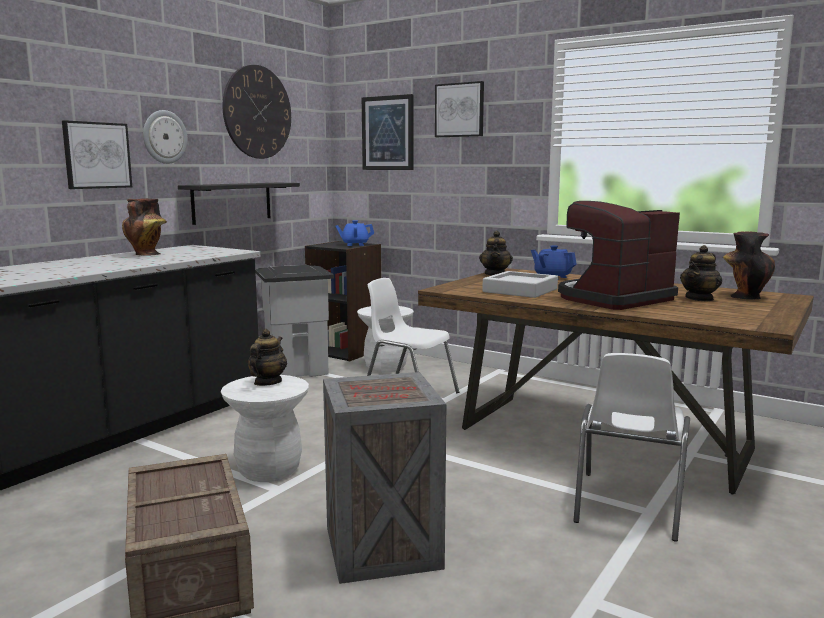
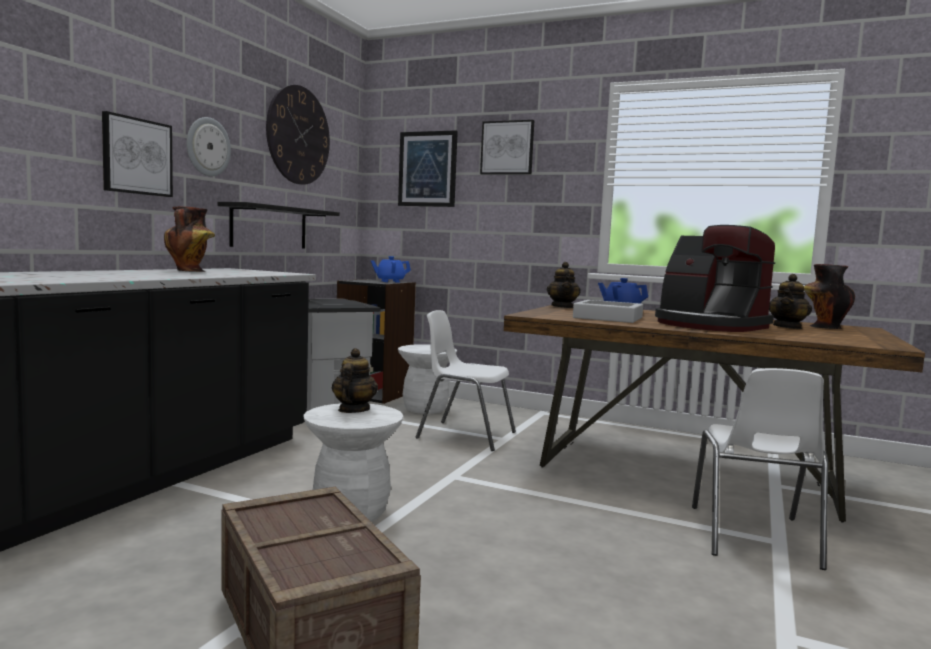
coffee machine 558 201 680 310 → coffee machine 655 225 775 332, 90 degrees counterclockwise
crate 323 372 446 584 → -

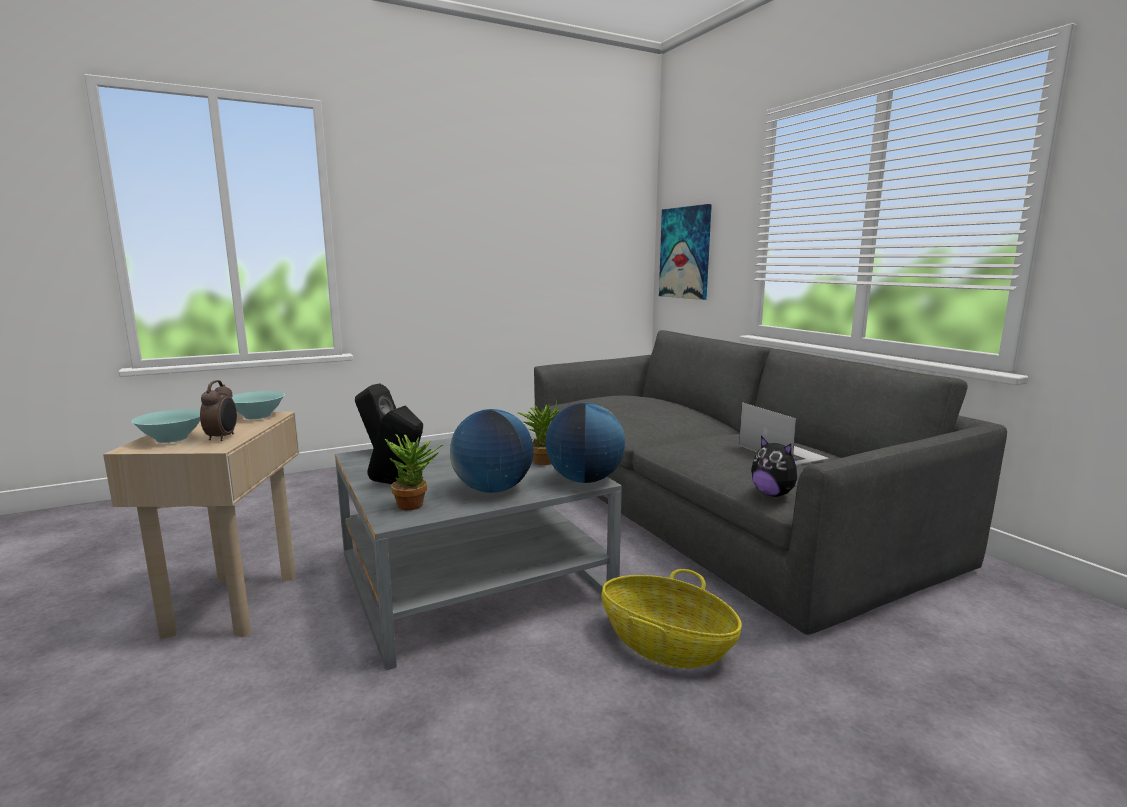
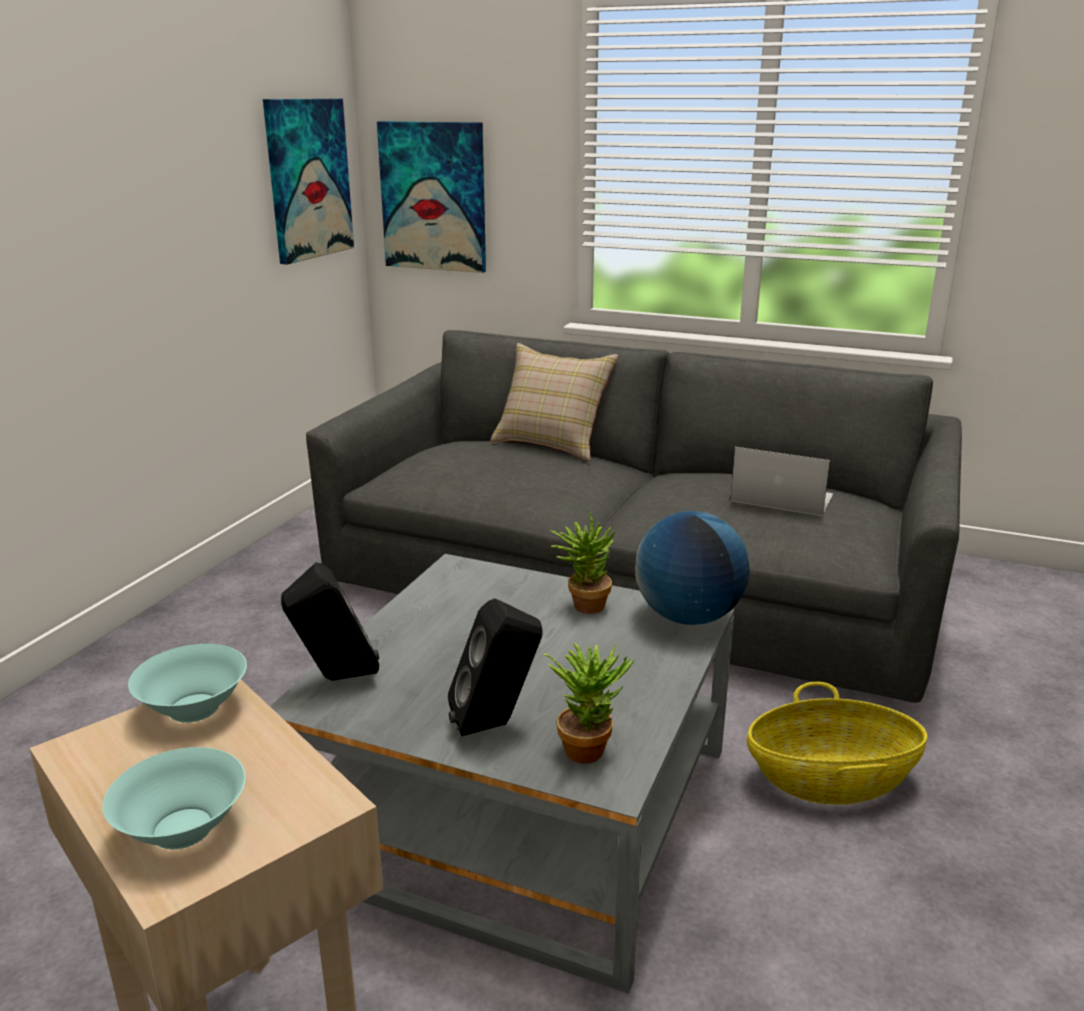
- → picture 263 99 354 265
- → pillow (beige) 490 343 618 461
alarm clock 200 380 237 441 → -
globe 450 409 534 493 → -
plush toy 751 436 799 497 → -

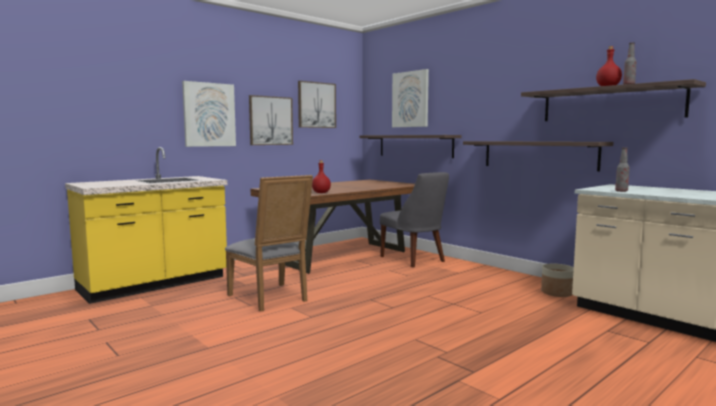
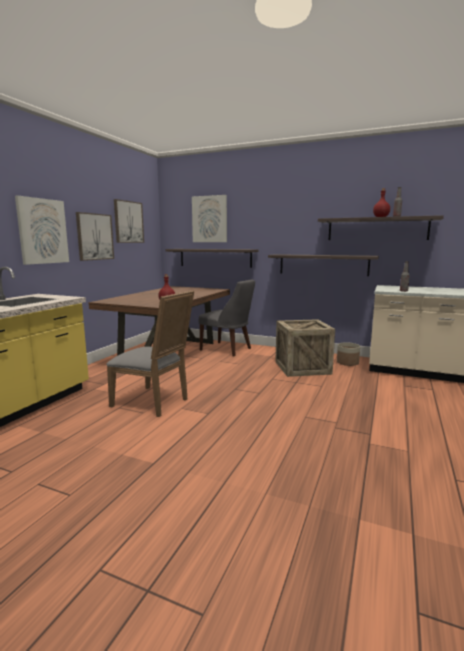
- → crate 275 319 335 377

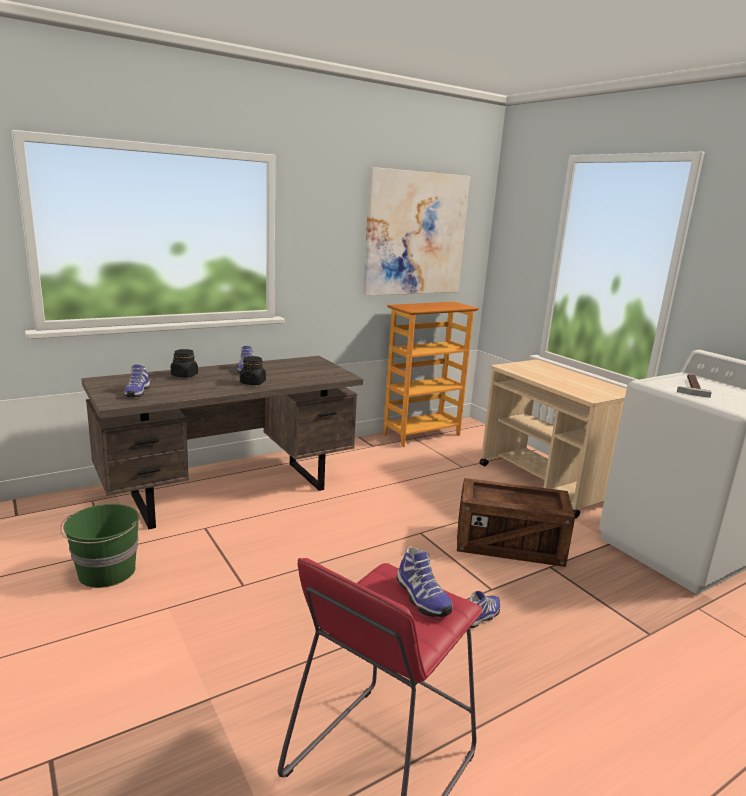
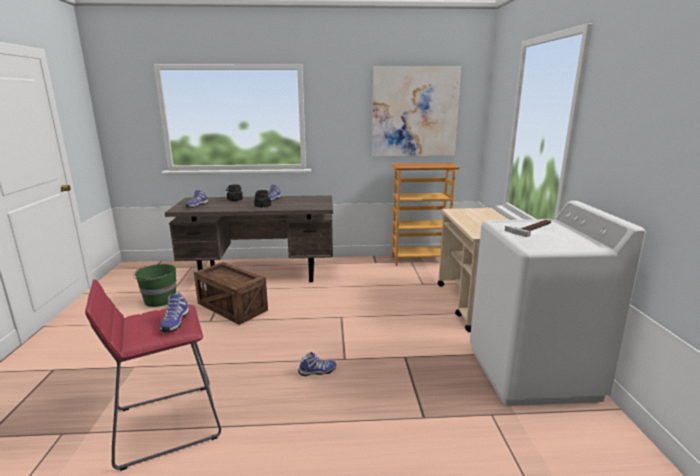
crate 457 478 575 567 → crate 194 262 268 325, moved

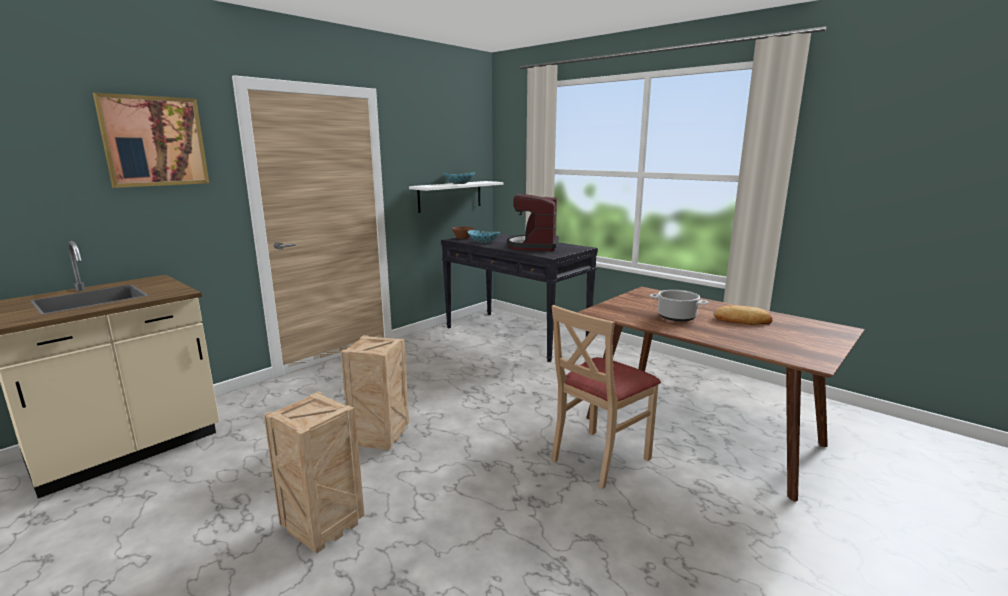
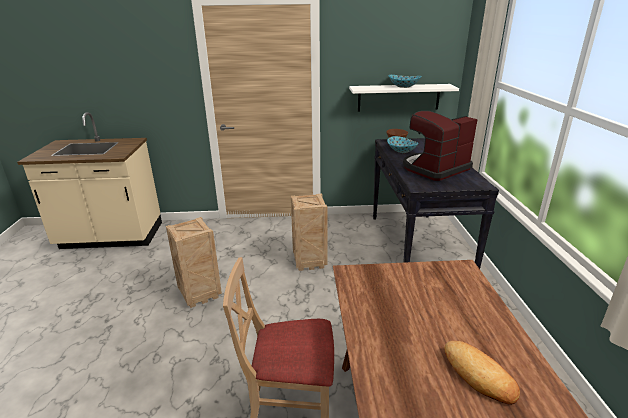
crate 264 391 364 553 → crate 291 193 328 271, moved
picture 93 93 209 188 → -
cooking pot 650 290 709 321 → -

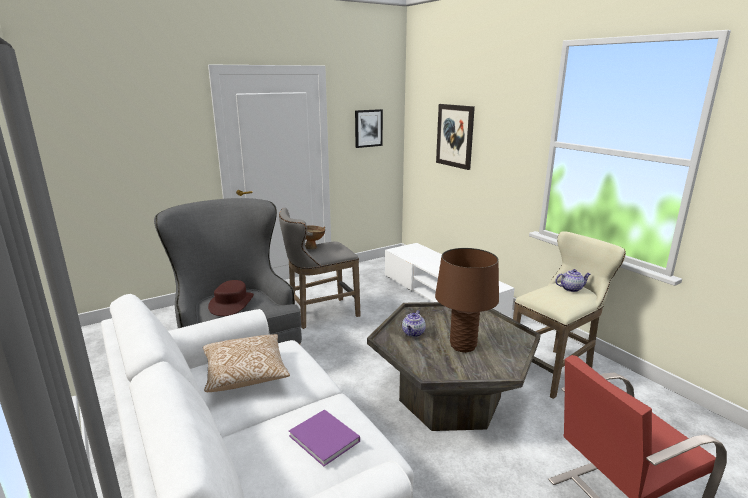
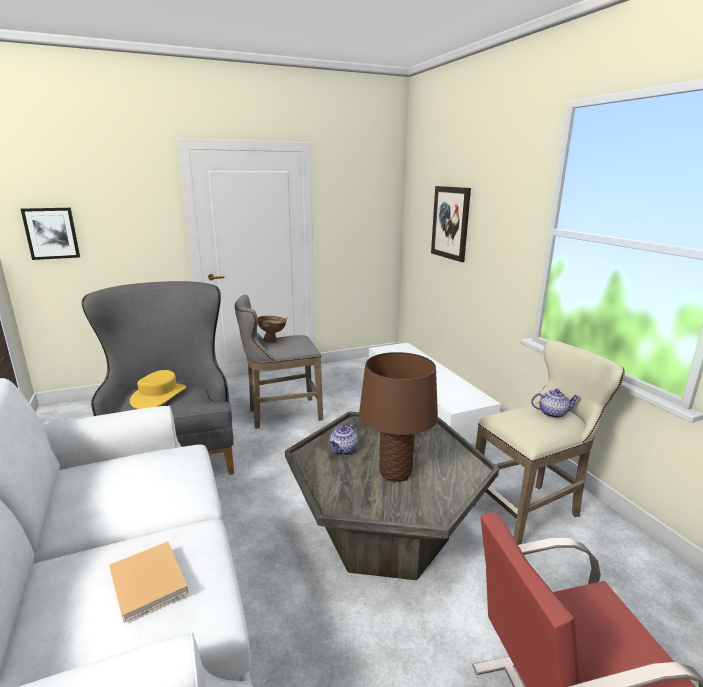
picture 355 109 383 148 → picture 21 208 80 260, moved
book (purple) 289 409 360 466 → book (beige) 109 541 188 622
hat (brown) 208 280 254 316 → hat (yellow) 130 370 187 409
pillow 203 334 290 392 → -

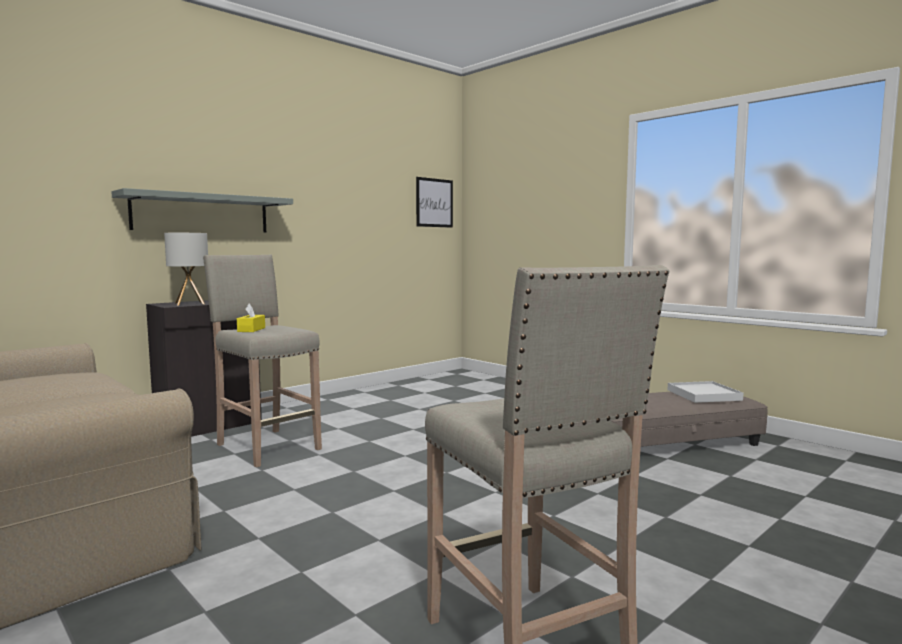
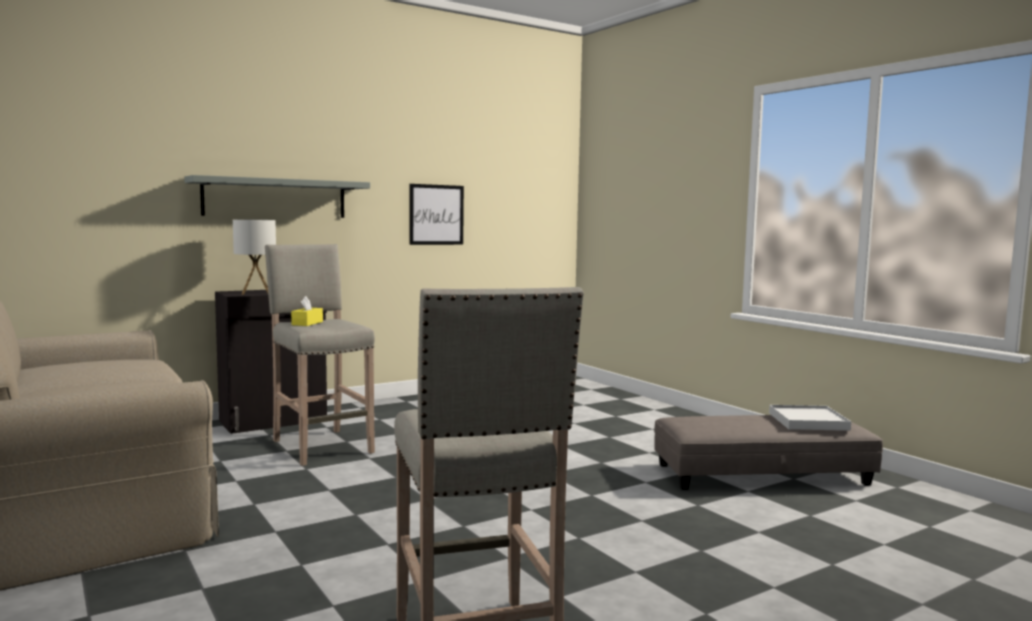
picture 416 177 453 228 → picture 409 184 464 245, moved

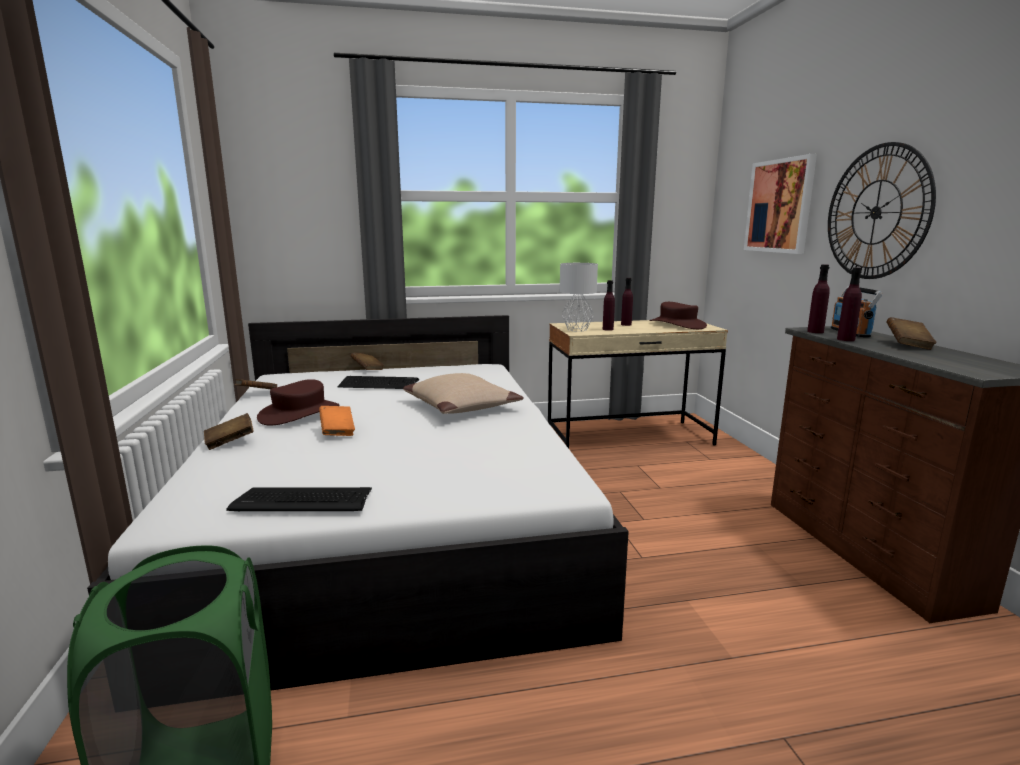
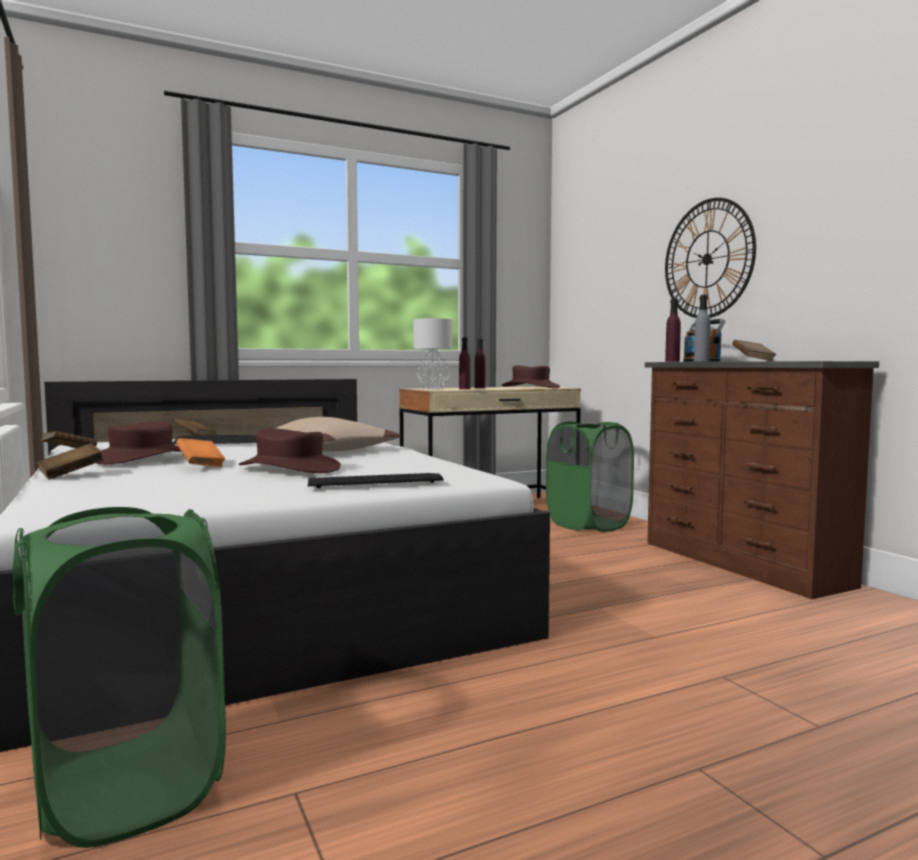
- → hat (brown) 239 428 341 473
keyboard 226 487 372 511 → keyboard 308 473 443 488, moved
- → laundry basket (green) 546 421 634 532
bottle (purple) 837 267 862 341 → bottle (grey) 694 295 711 362
picture 744 154 817 254 → -

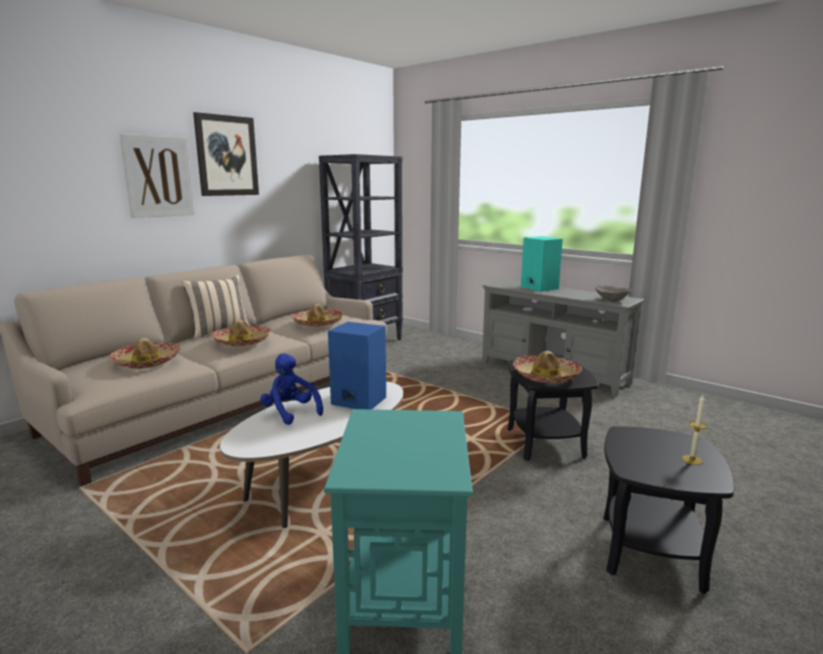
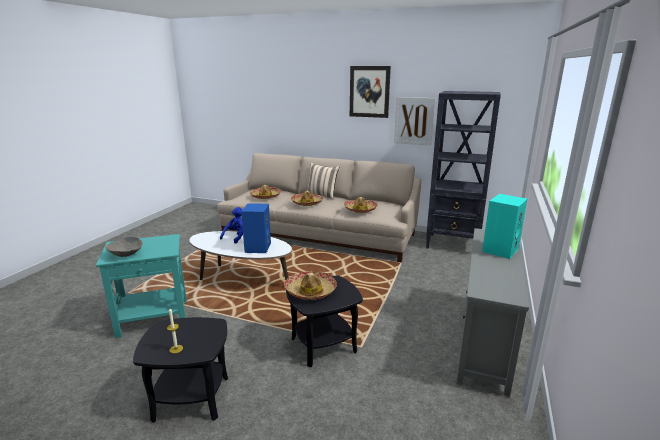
bowl (grey) 595 285 632 302 → bowl (grey) 105 237 143 257, moved
picture 119 134 194 218 → picture 394 97 435 145, moved

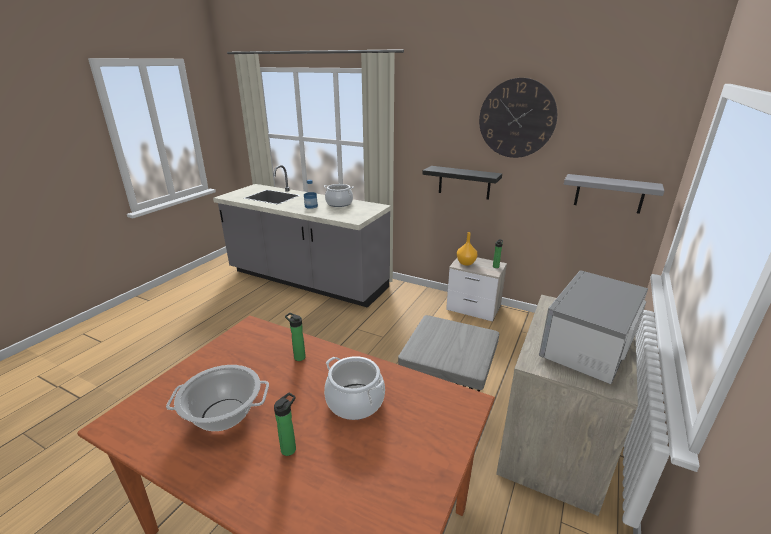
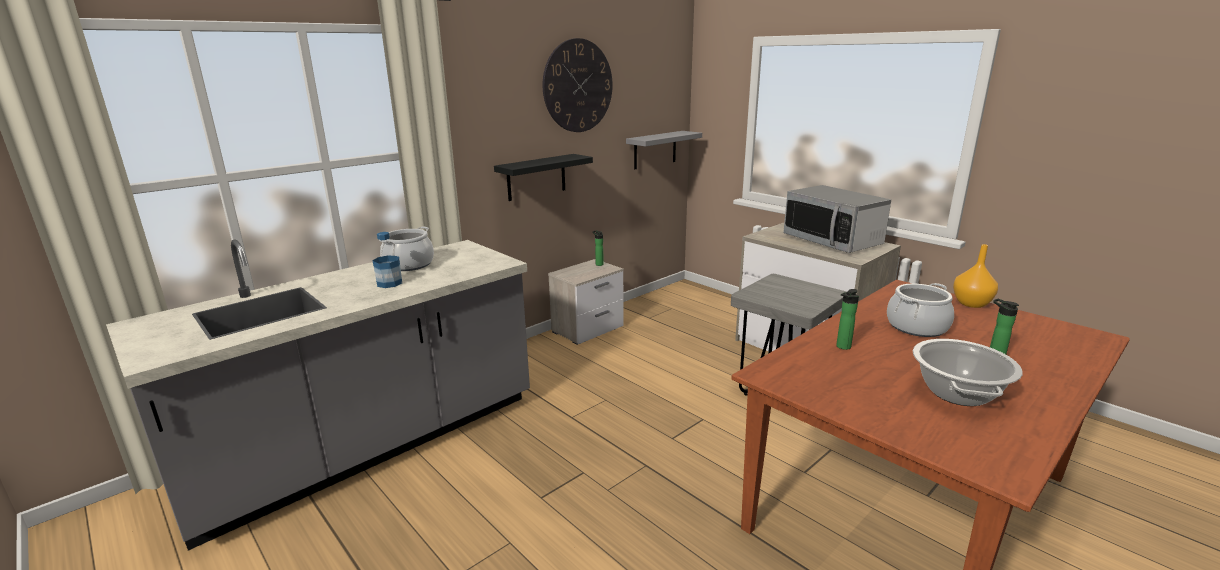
vase (orange) 457 232 477 266 → vase (orange) 953 244 998 308, moved

